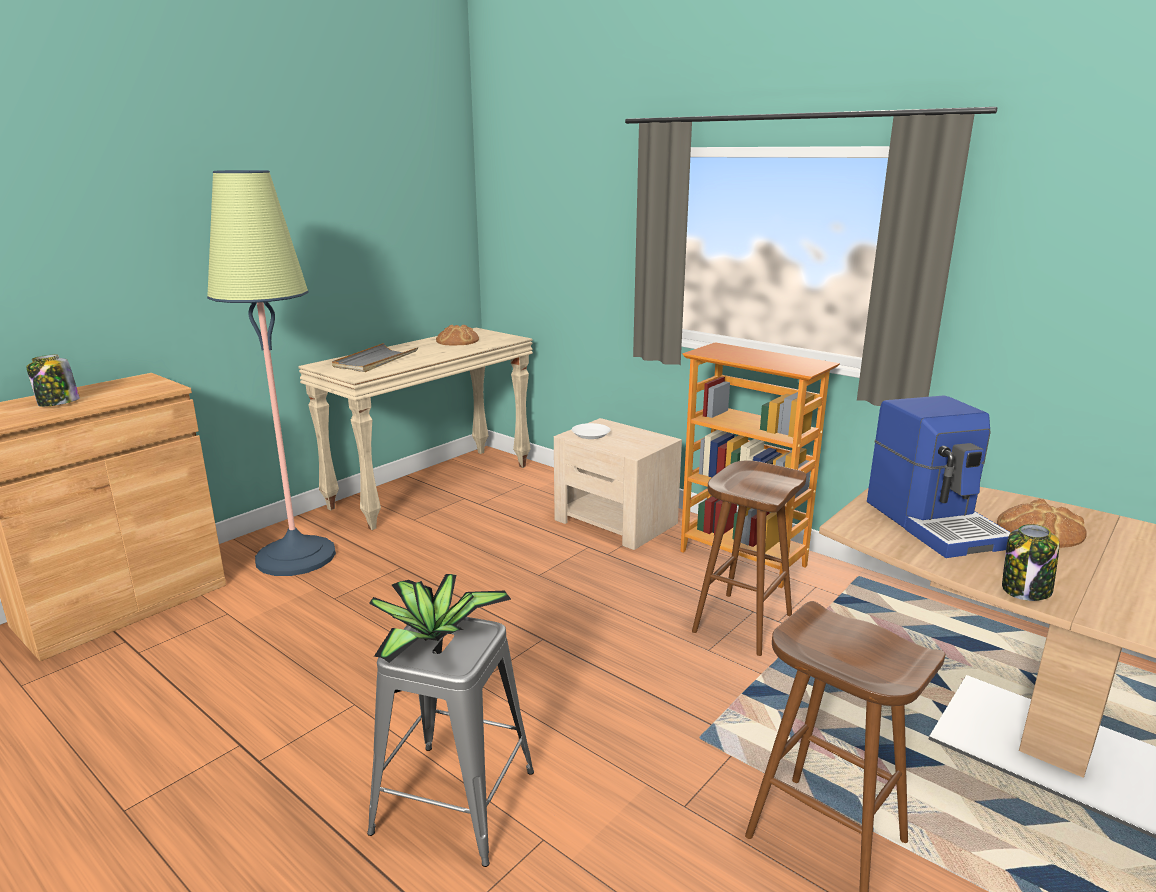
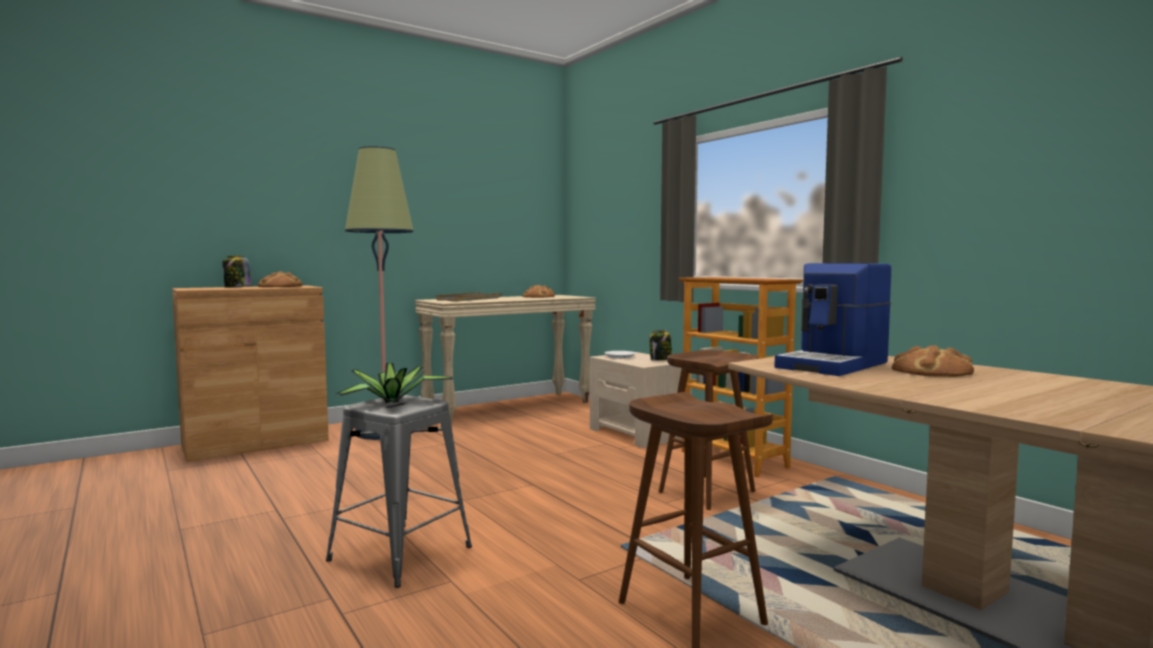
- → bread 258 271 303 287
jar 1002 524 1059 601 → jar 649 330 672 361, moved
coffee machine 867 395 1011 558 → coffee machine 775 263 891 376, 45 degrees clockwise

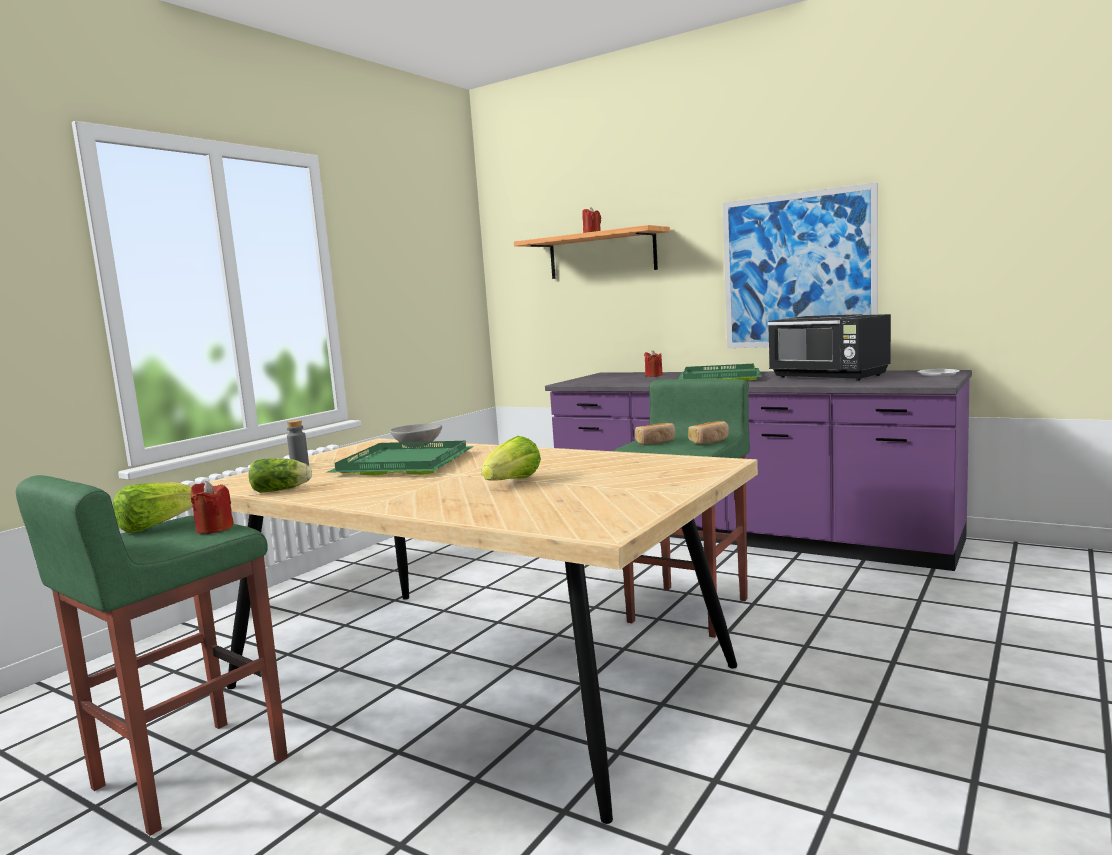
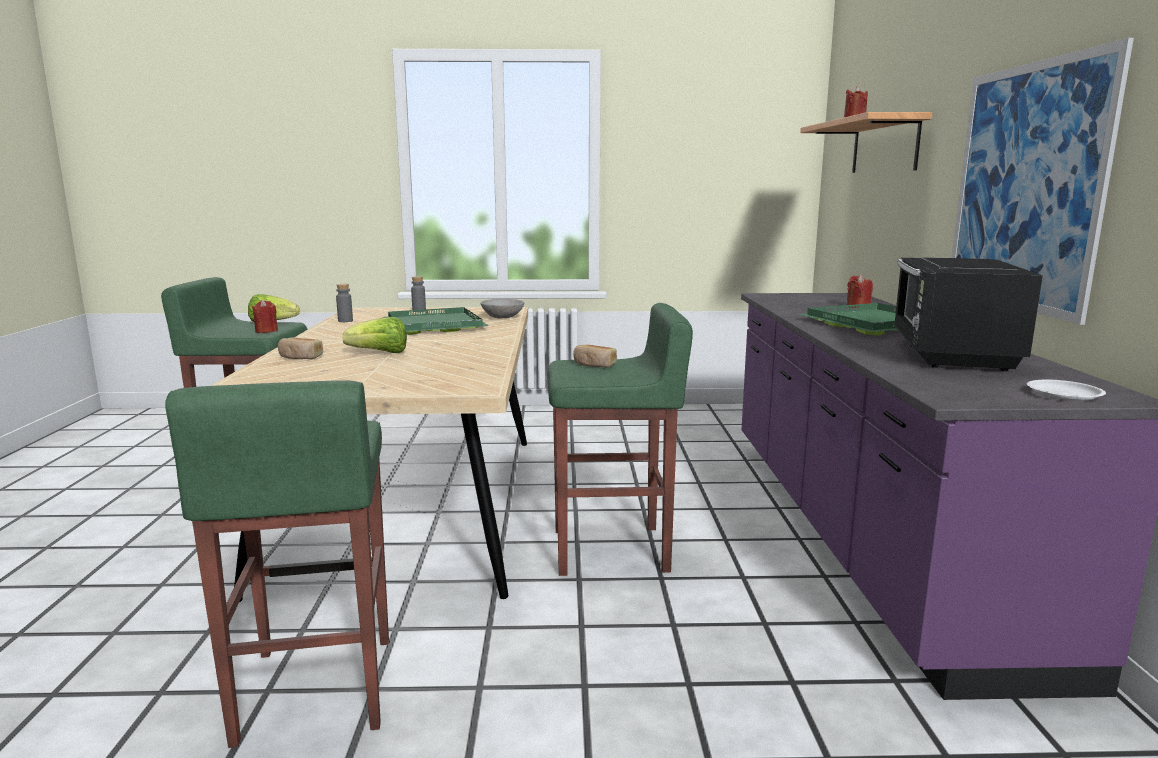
- → stool (green) 165 380 389 748
bread 688 421 729 444 → bread 278 338 323 359, moved
lettuce 249 458 312 493 → bottle (grey) 336 284 353 322

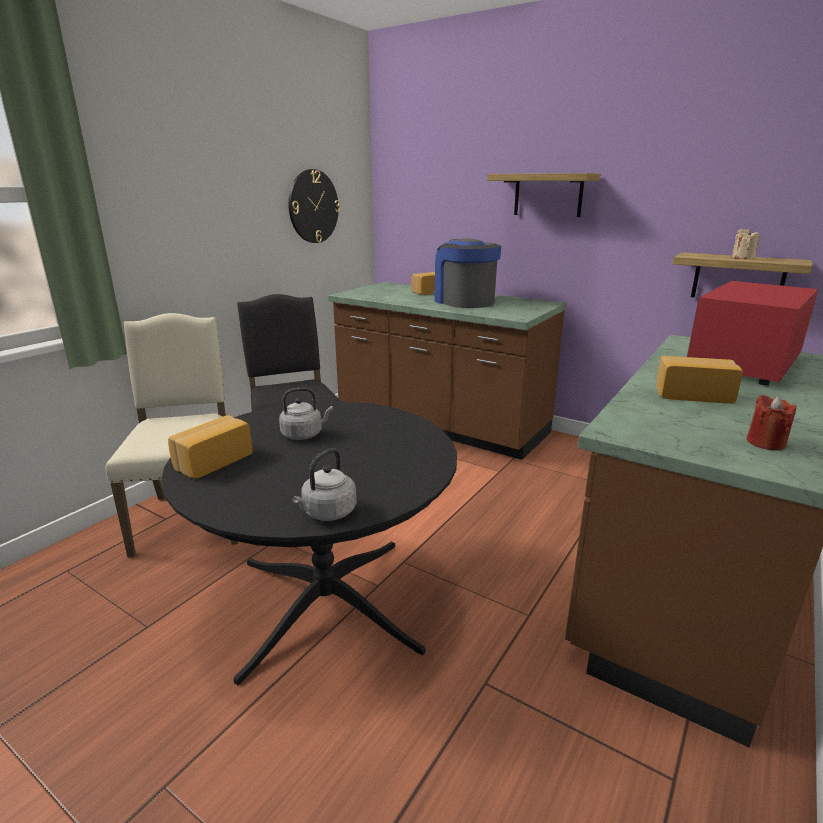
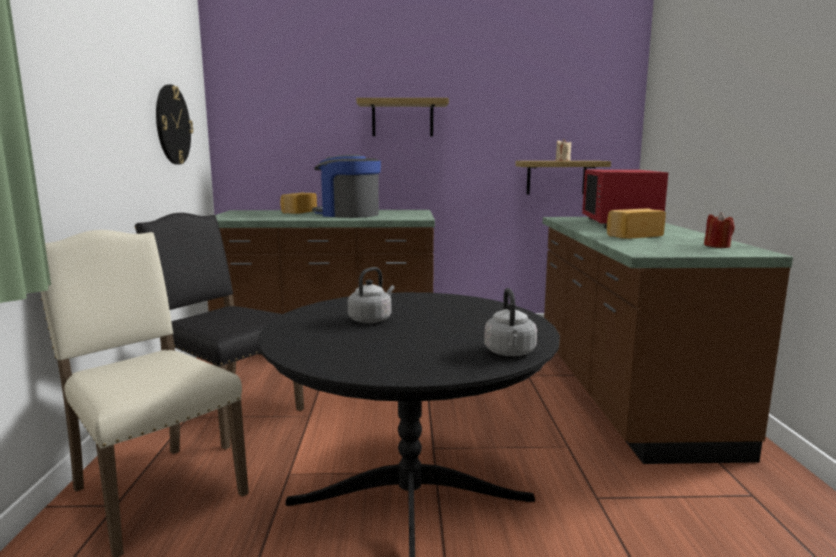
bread 168 415 252 479 → -

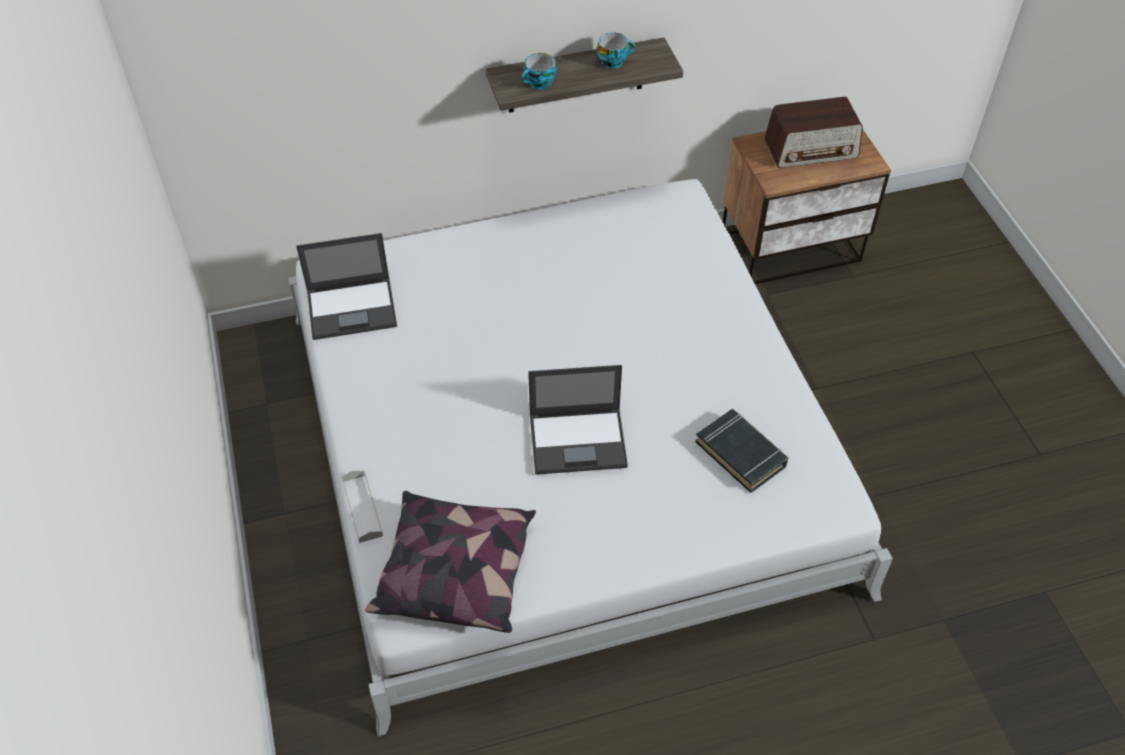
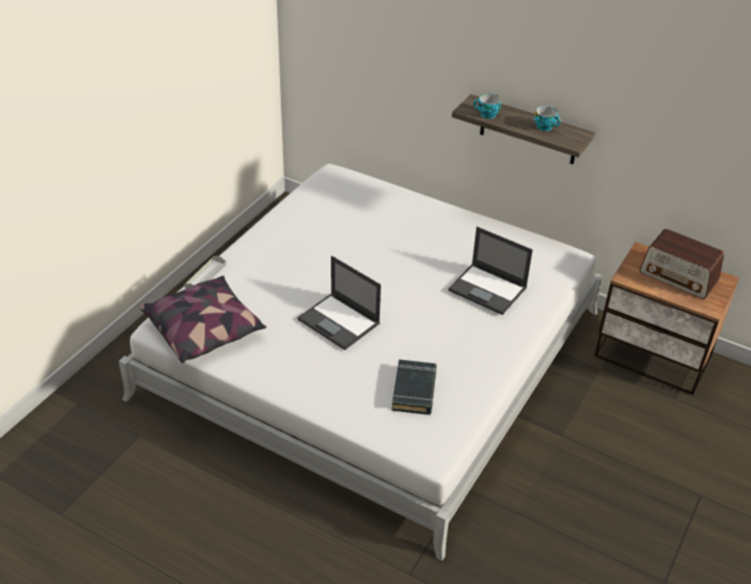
laptop 296 233 397 340 → laptop 448 227 533 315, moved

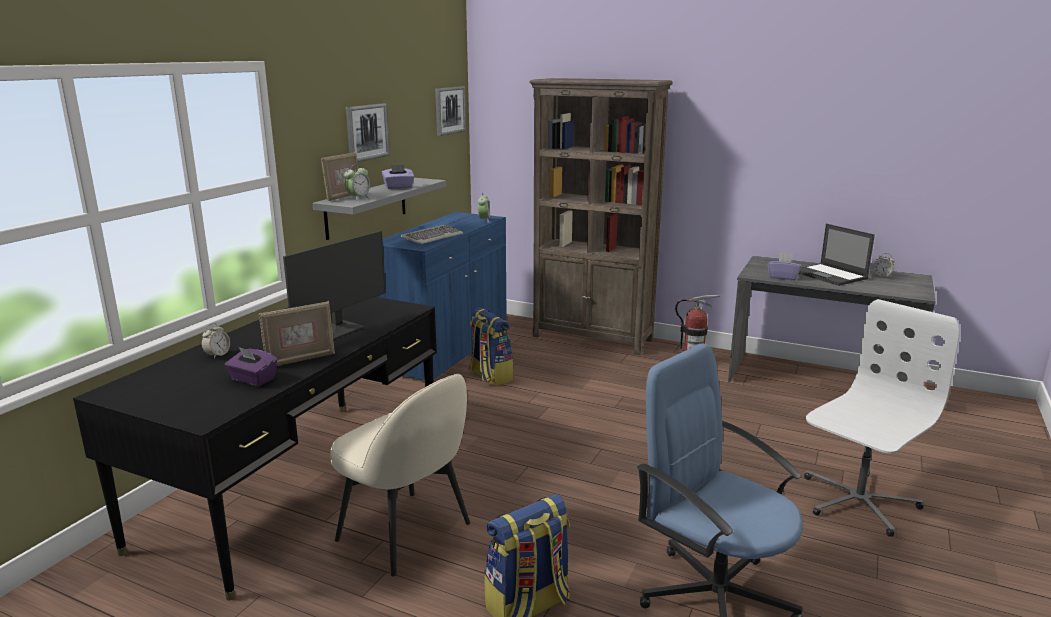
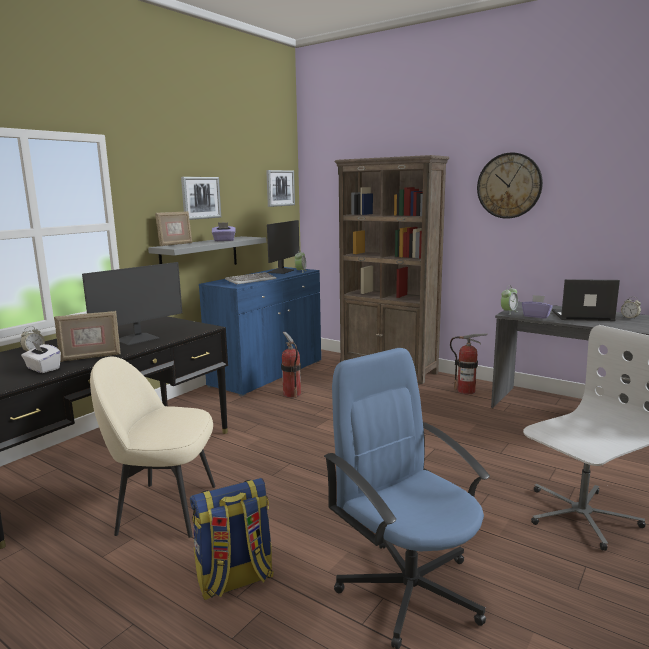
tissue box (purple) 225 347 277 386 → tissue box (white) 21 341 61 373
chair (beige) 330 374 470 576 → chair (beige) 90 356 216 538, 135 degrees clockwise
- → monitor 267 220 300 274
backpack 469 307 513 386 → fire extinguisher 281 332 301 398
- → wall clock 477 153 543 219
alarm clock 344 164 371 201 → alarm clock 501 285 518 315, moved
laptop 798 224 875 286 → laptop 552 279 620 321, 120 degrees clockwise

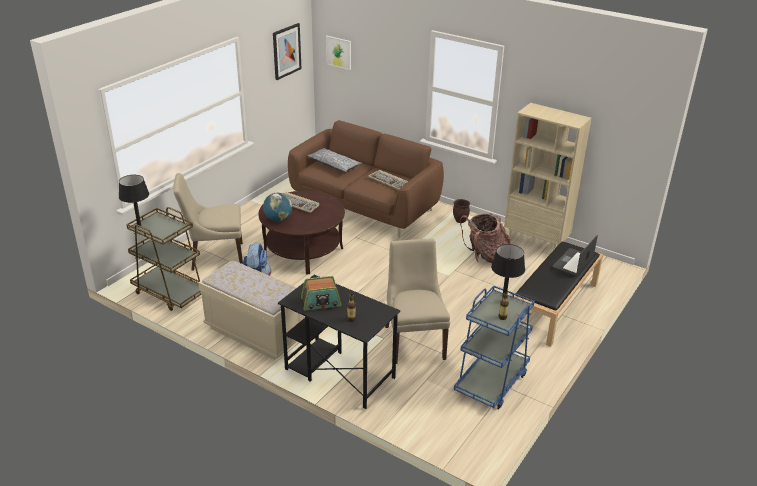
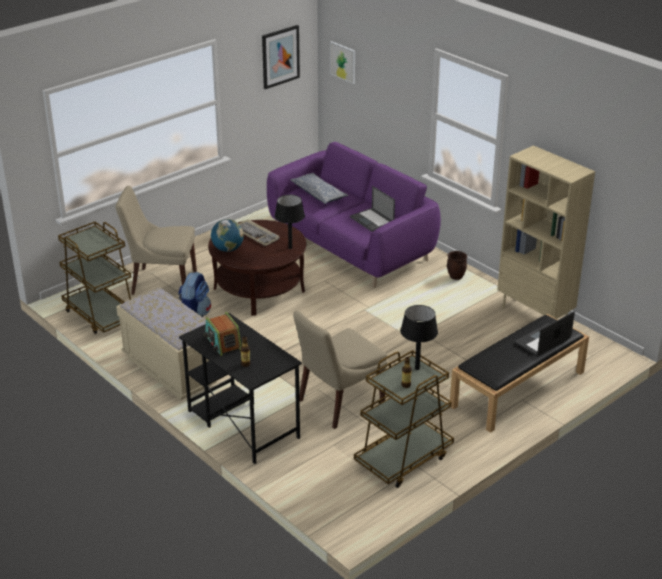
radio 301 276 342 311 → radio 203 312 242 356, 60 degrees clockwise
sofa (brown) 288 120 444 238 → sofa (purple) 267 142 441 287
table lamp (black) 119 175 149 226 → table lamp (black) 275 195 305 249, moved
chair (beige) 385 238 450 364 → chair (beige) 293 310 387 429, 135 degrees counterclockwise
keyboard 368 170 408 190 → laptop 350 186 395 232
cart (blue) 454 286 535 409 → cart (brown) 354 350 454 488
backpack 460 213 511 263 → -

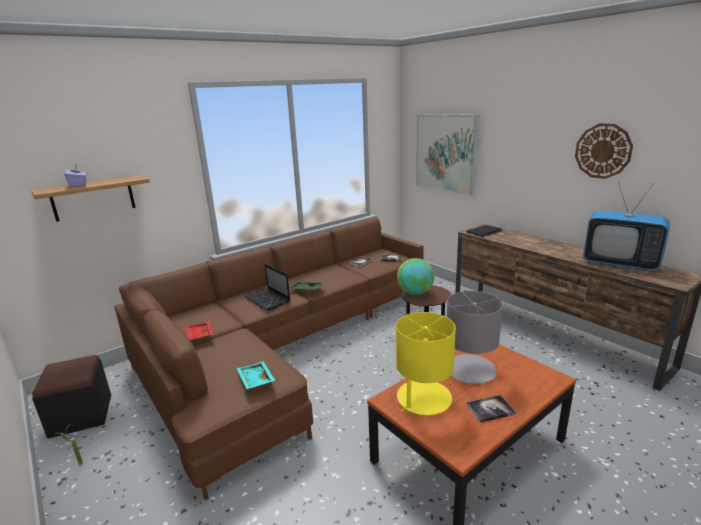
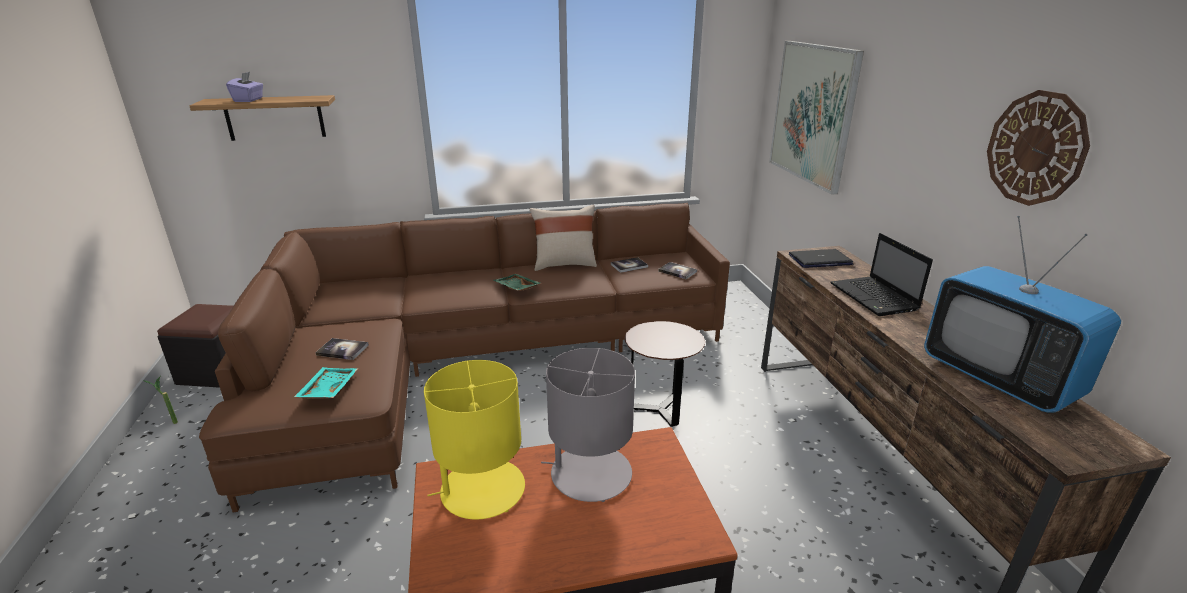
book 467 395 516 423 → book 315 338 369 360, moved
- → pillow (beige) 530 205 597 271
laptop 245 263 290 311 → laptop 830 233 933 316, moved
tray (red) 186 322 213 340 → -
globe 397 258 434 295 → -

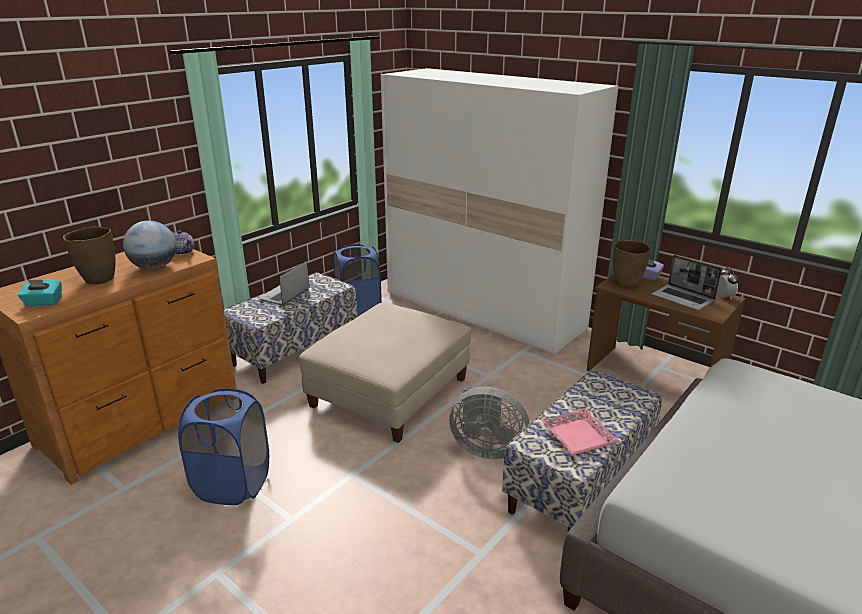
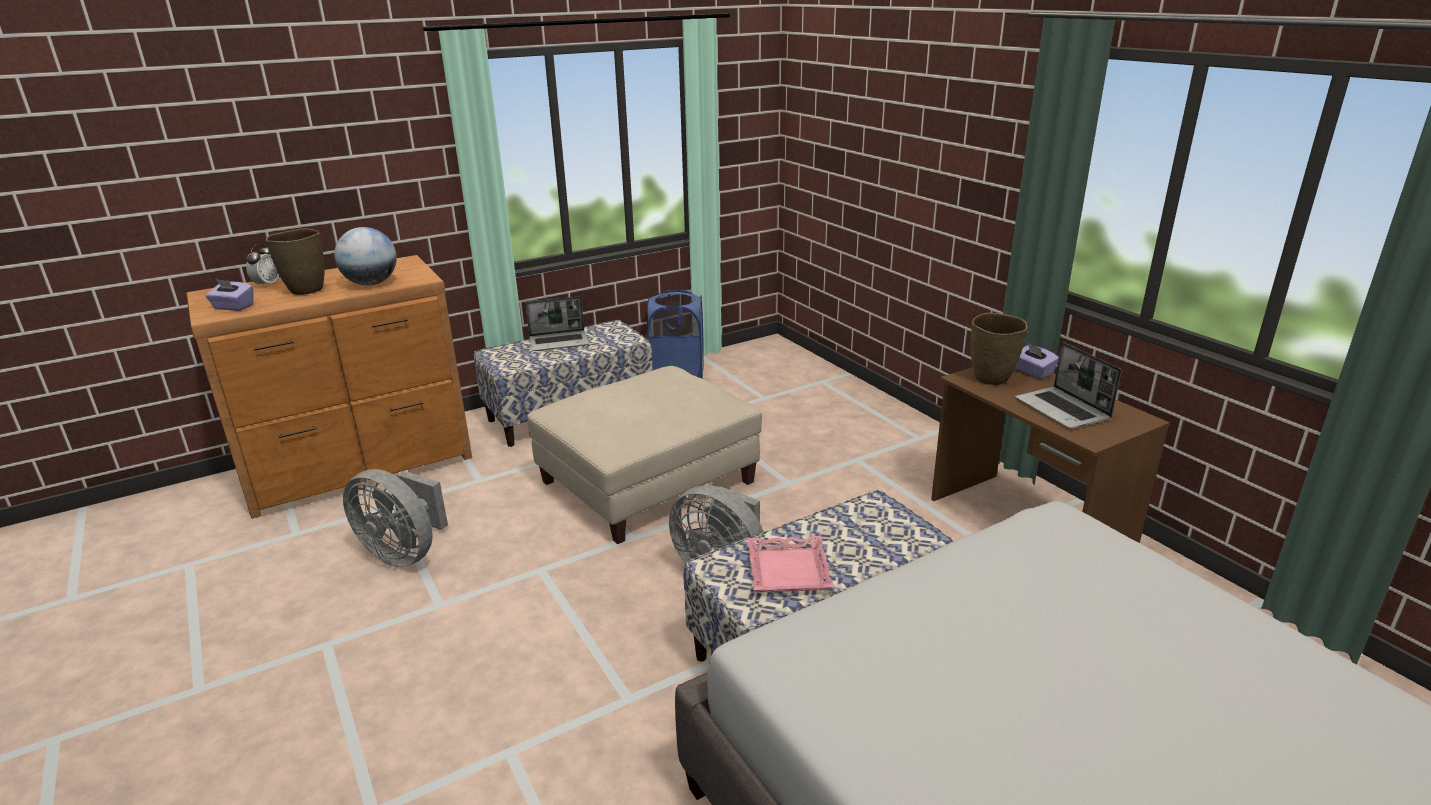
tissue box (turquoise) 18 280 62 306 → tissue box (purple) 205 279 253 311
alarm clock 717 267 739 300 → alarm clock 246 244 279 288, moved
laundry basket (blue) 178 388 269 505 → fan (grey) 343 469 448 567
laptop 258 261 309 306 → laptop 525 296 589 351, 150 degrees counterclockwise
teapot 172 230 194 255 → -
wardrobe (white) 381 68 618 354 → -

